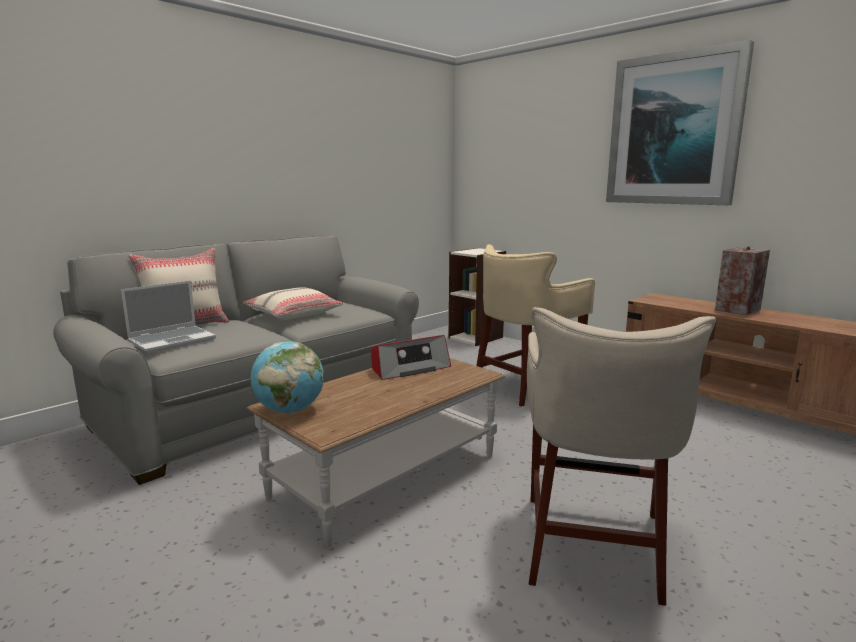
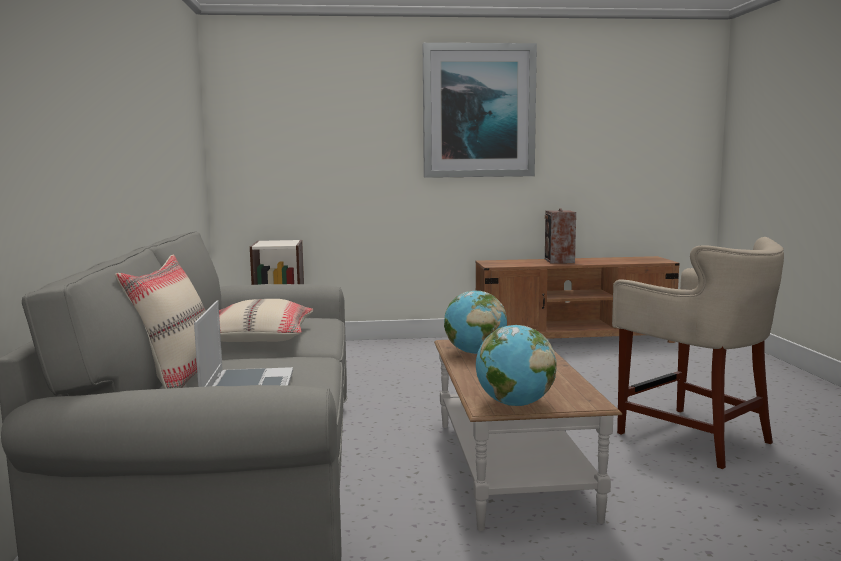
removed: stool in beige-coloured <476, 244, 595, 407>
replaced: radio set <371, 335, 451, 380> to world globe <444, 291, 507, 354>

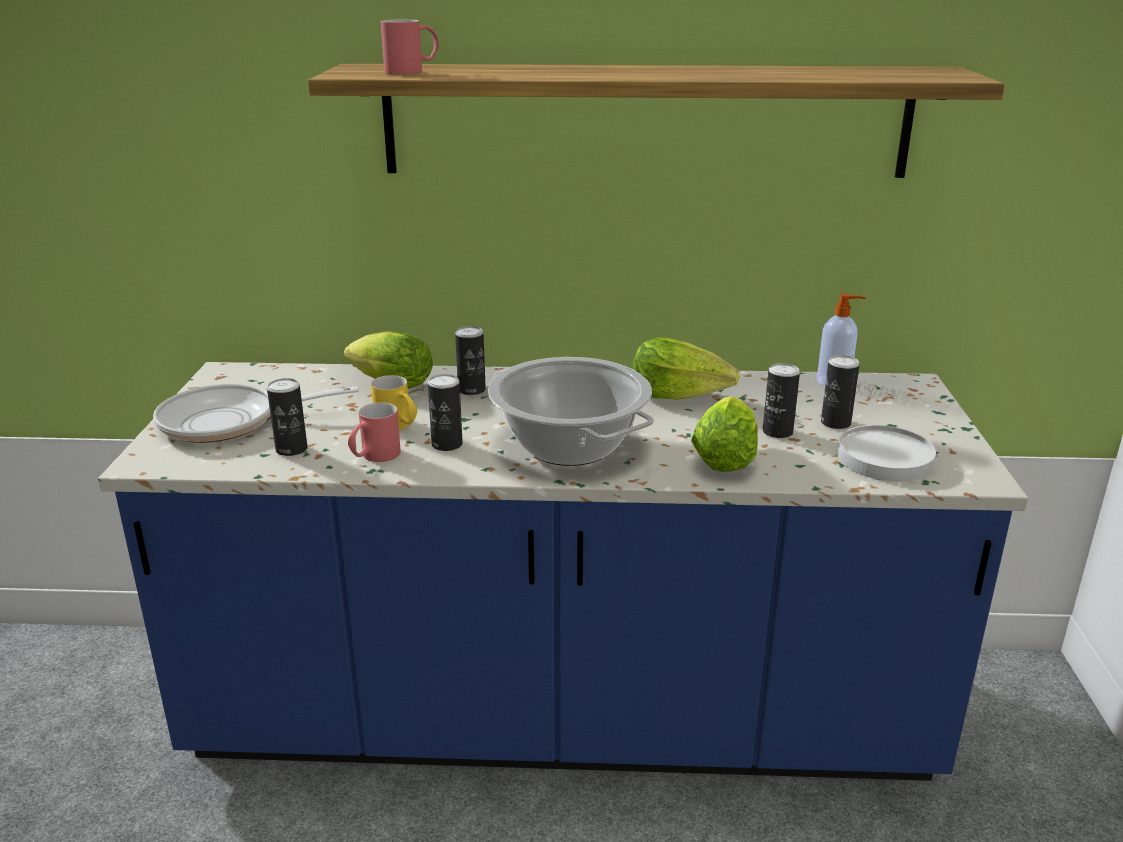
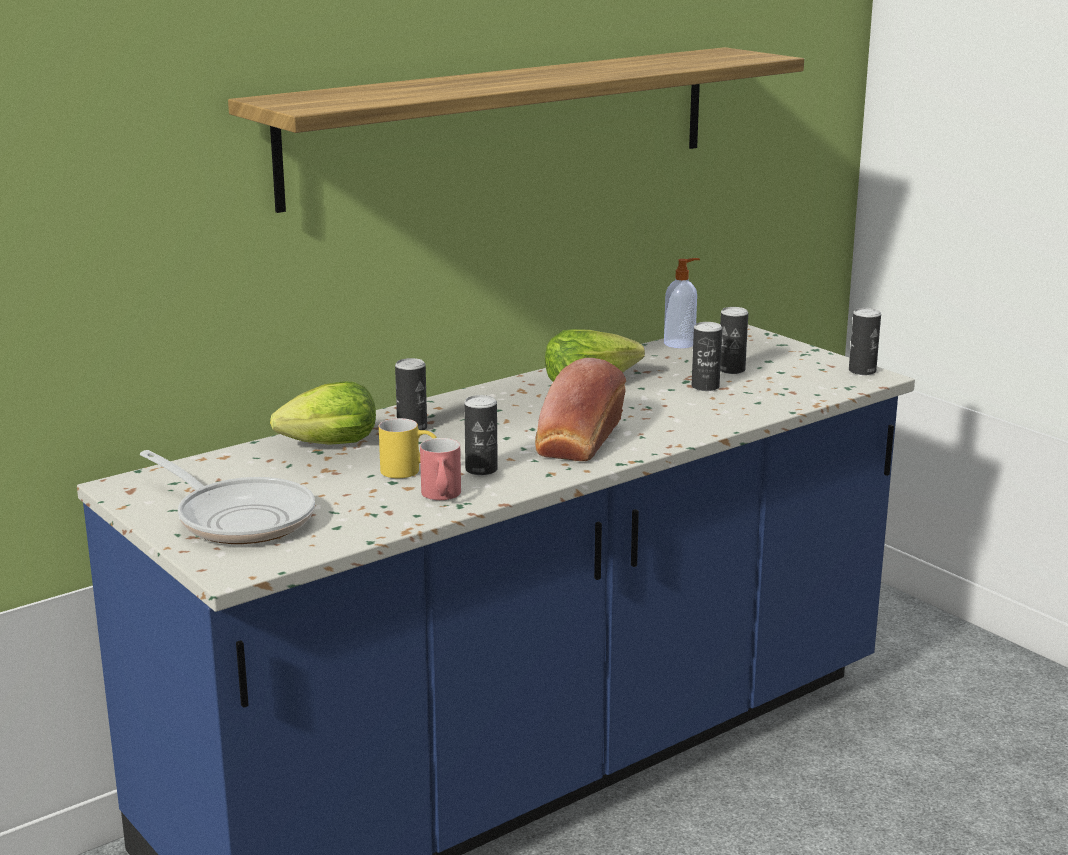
removed: tea mug in red <381, 19, 439, 75>; head of lettuce <691, 396, 758, 472>; dinner plate in white <837, 425, 936, 481>
moved: metal can <267, 378, 307, 456> to <849, 308, 881, 375>
replaced: saucepot <488, 357, 654, 466> to baked bread <535, 358, 626, 461>
turned: pan <153, 384, 359, 443> = <140, 450, 315, 544> 90 degrees counterclockwise

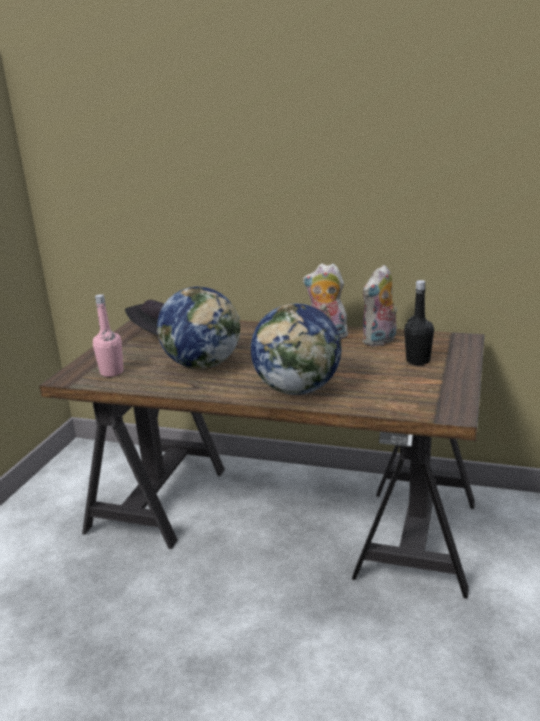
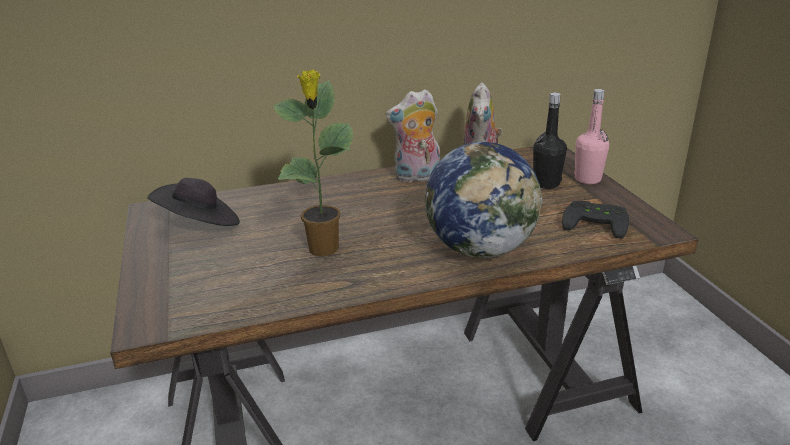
added: game controller in black-coloured <562, 201, 629, 239>
moved: bottle in pinkish <93, 294, 123, 377> to <574, 89, 609, 184>
replaced: world globe <157, 287, 240, 369> to plant in a pot <273, 70, 354, 257>

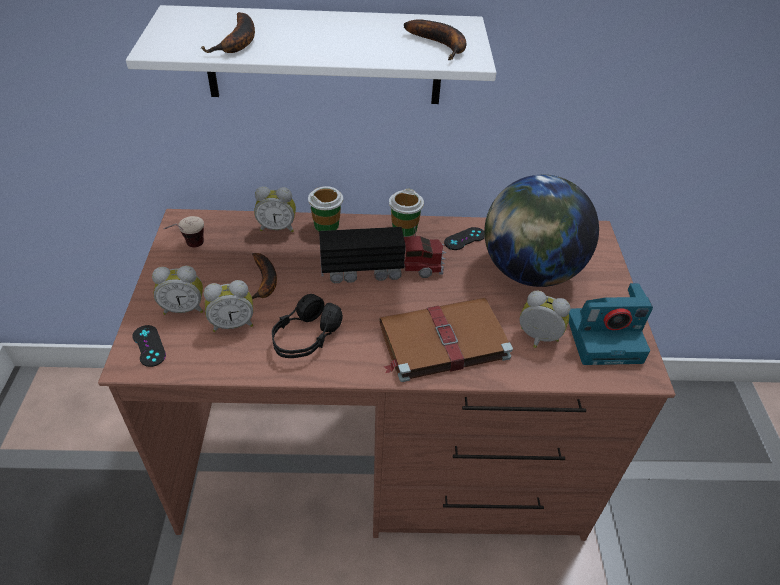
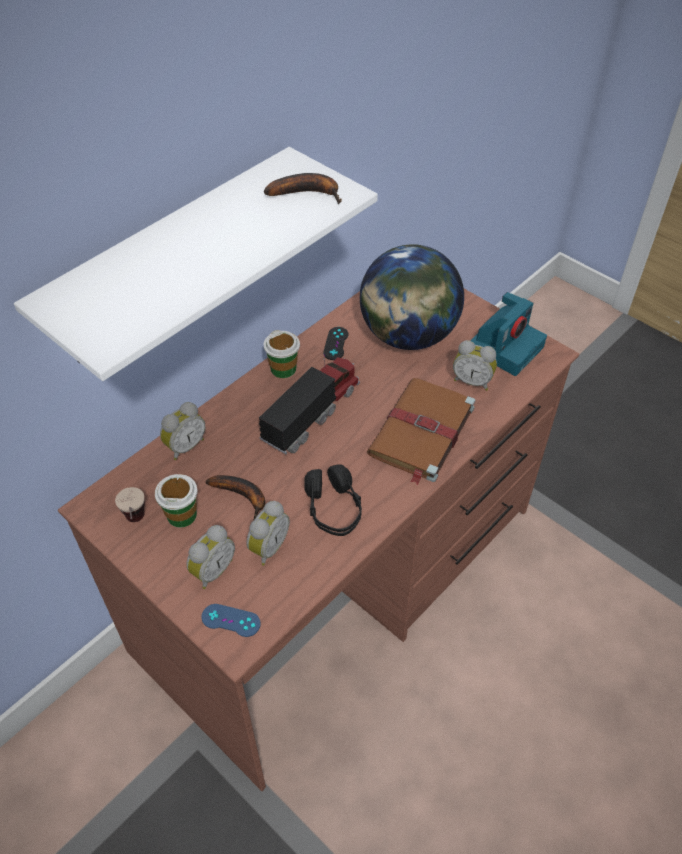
removed: banana fruit <201, 12, 255, 53>
moved: drinking cup <308, 186, 343, 231> to <155, 474, 197, 528>
recoloured: game controller in black-coloured <132, 325, 166, 367> to game controller in blue <202, 604, 261, 637>
turned: table clock <519, 291, 570, 348> = <453, 340, 497, 391> 135 degrees counterclockwise

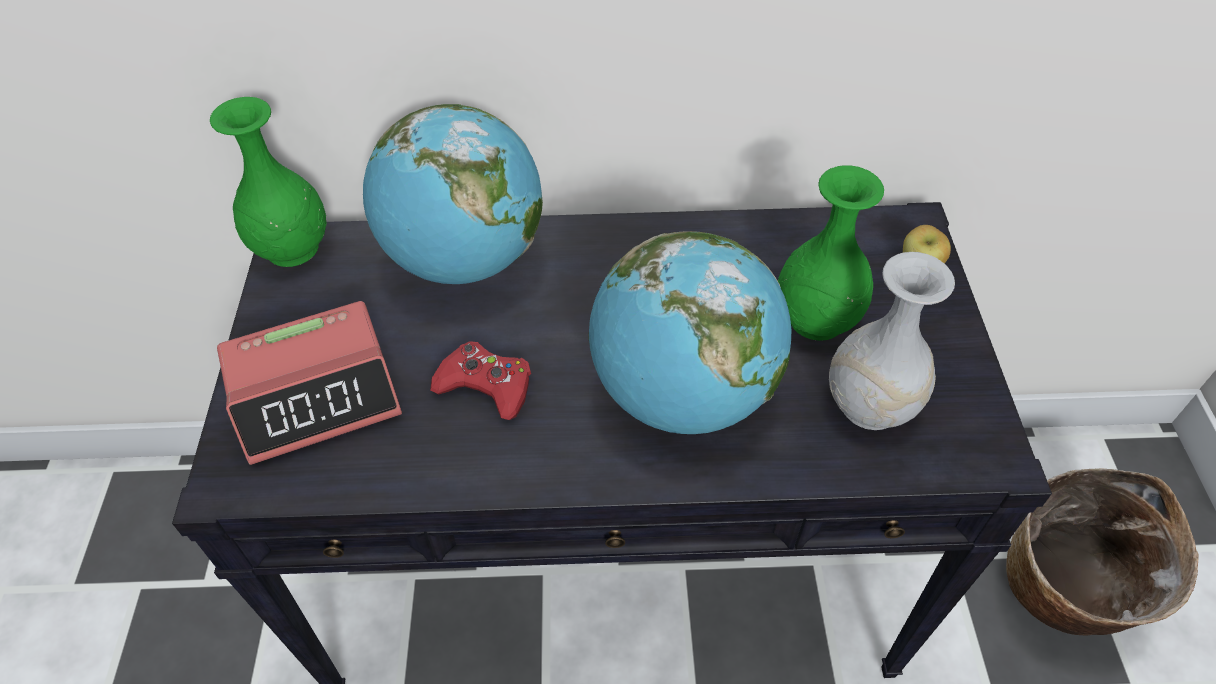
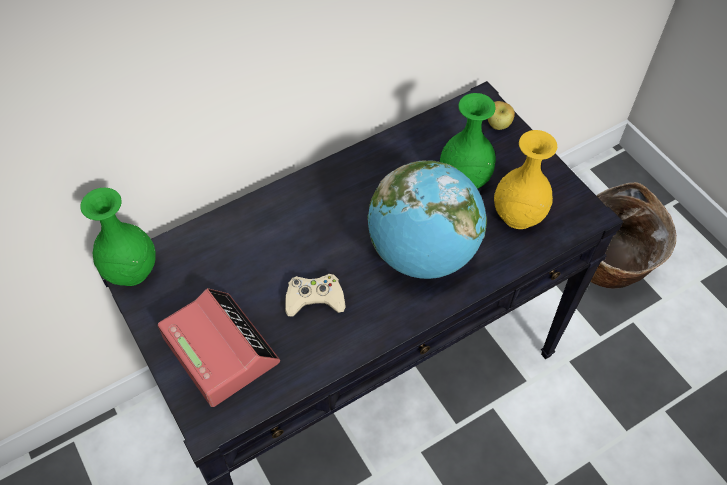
removed: world globe <363, 104, 543, 284>
recoloured: game controller in red <430, 341, 531, 420> to game controller in beige-coloured <285, 274, 346, 316>; decorative vase in white <829, 252, 955, 430> to decorative vase in yellowish <494, 130, 557, 229>
turned: table clock <217, 301, 402, 465> = <158, 288, 280, 407> 75 degrees counterclockwise

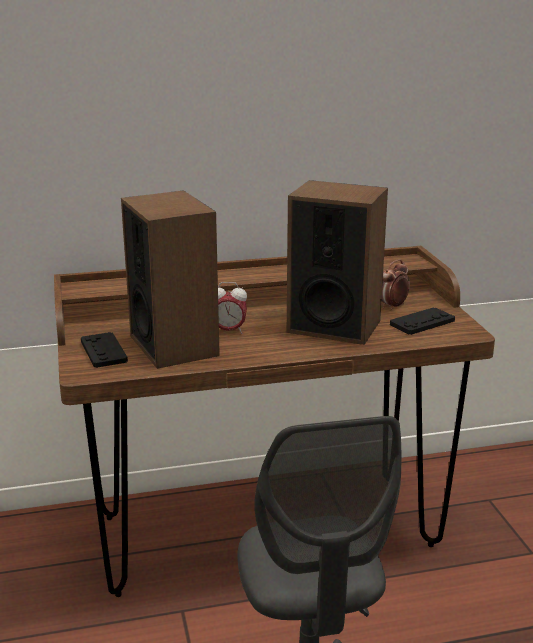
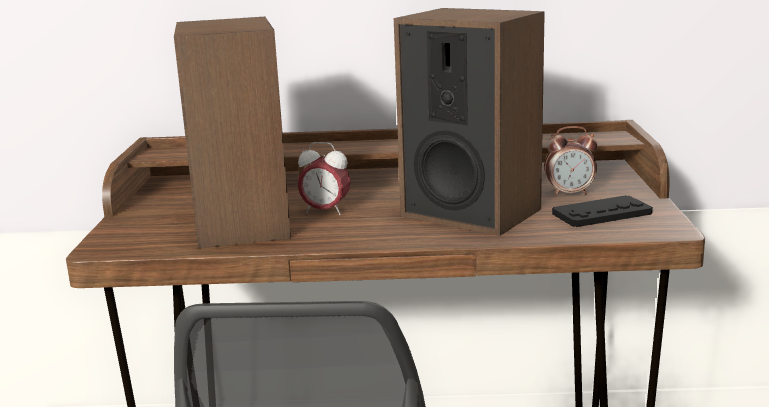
removed: game controller in black-coloured <81, 332, 128, 368>
turned: table clock <382, 259, 410, 310> = <544, 126, 597, 196> 150 degrees counterclockwise

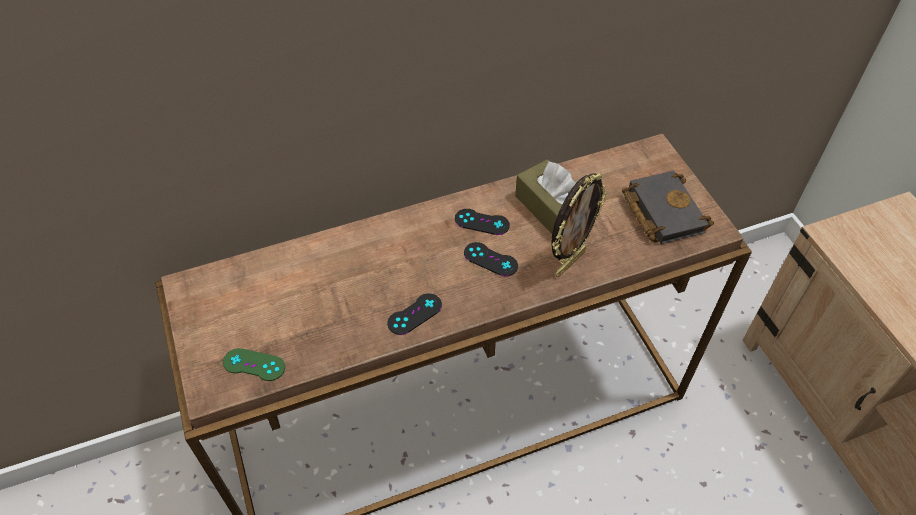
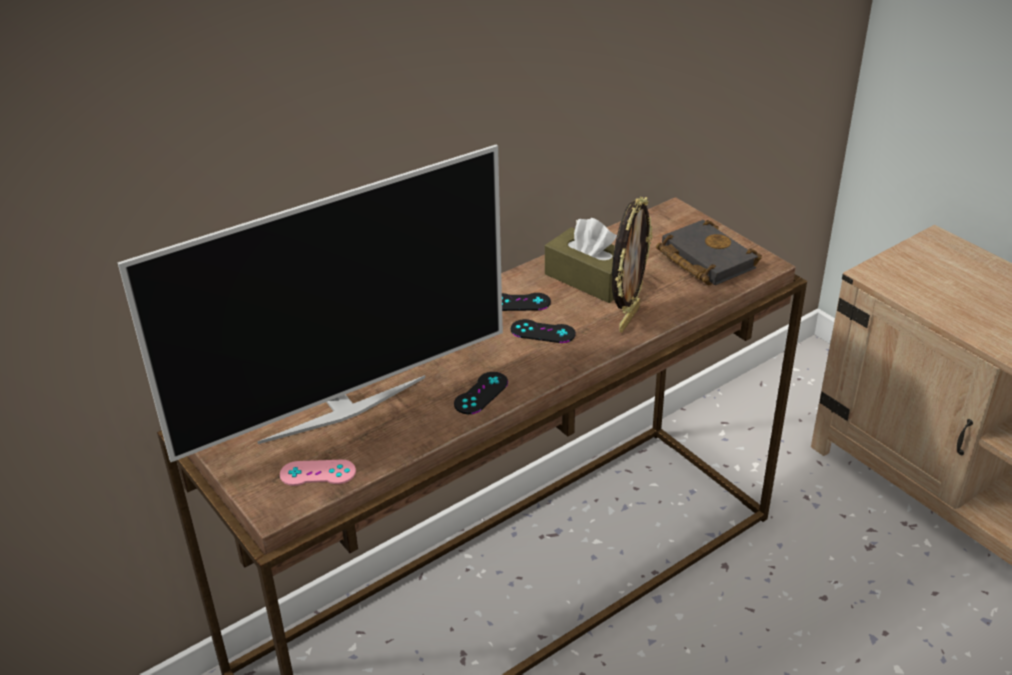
added: TV set <117, 145, 503, 462>
recoloured: game controller in green-coloured <223, 348, 285, 381> to game controller in pinkish <280, 460, 356, 486>

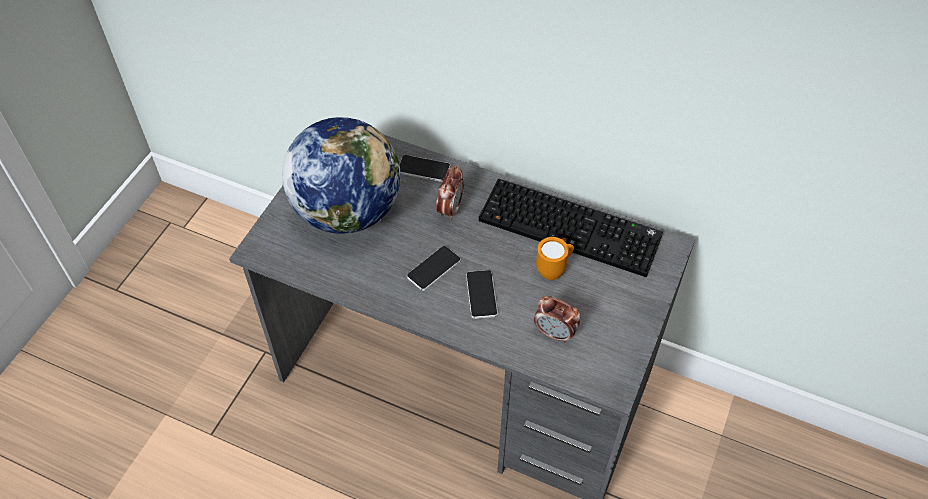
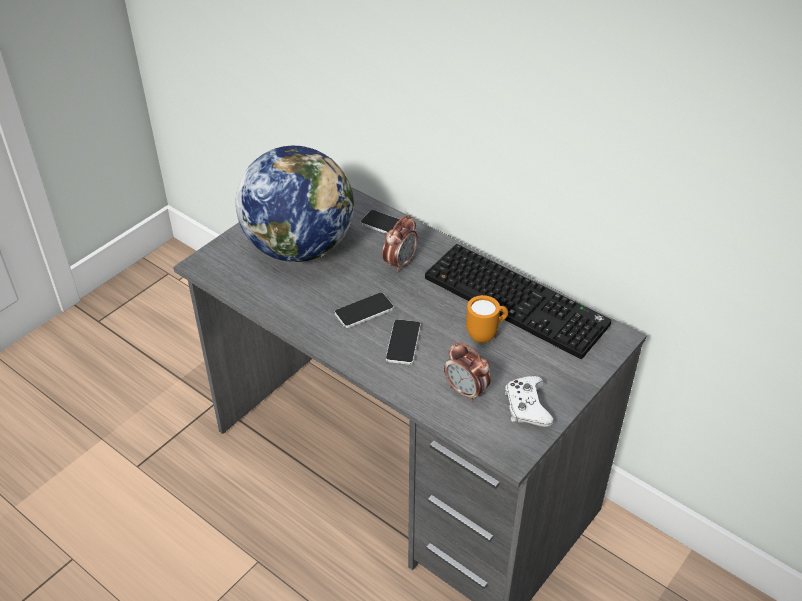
added: game controller in white <505, 376, 554, 427>

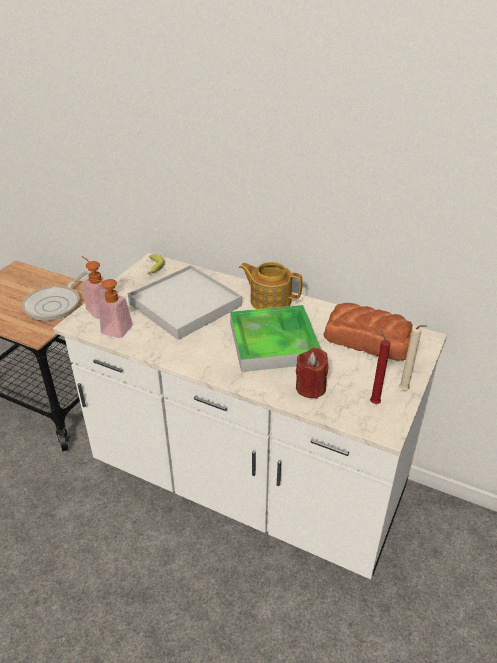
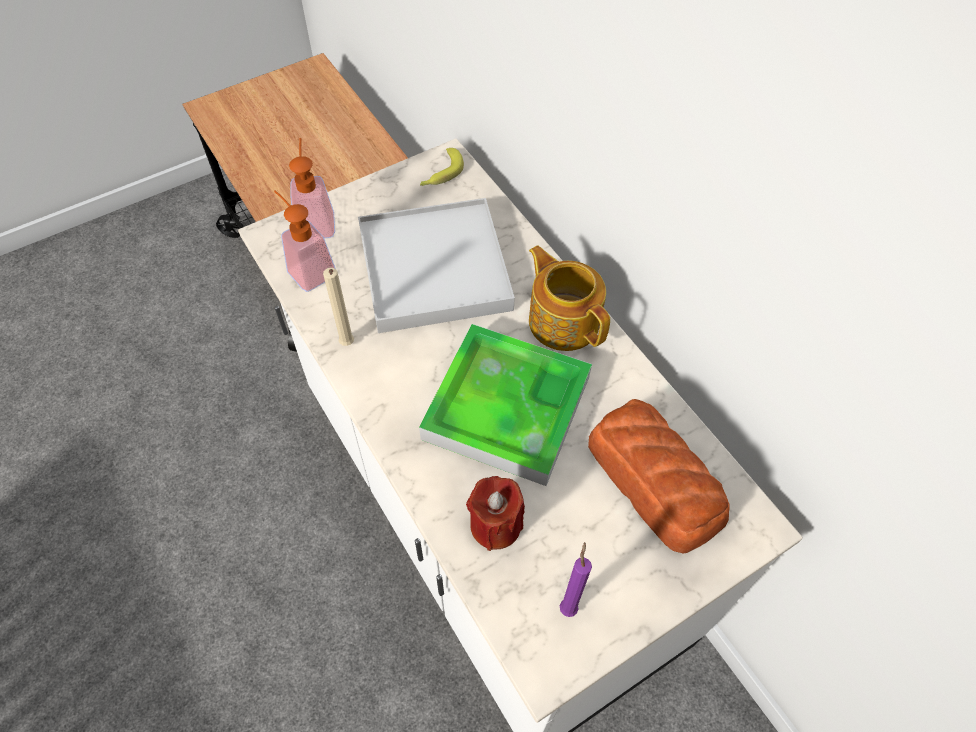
removed: pan <21, 271, 87, 321>
moved: wax candle in beige-coloured <399, 325, 427, 390> to <323, 268, 354, 346>
recoloured: wax candle in red <370, 330, 391, 404> to wax candle in purple-coloured <560, 542, 592, 617>

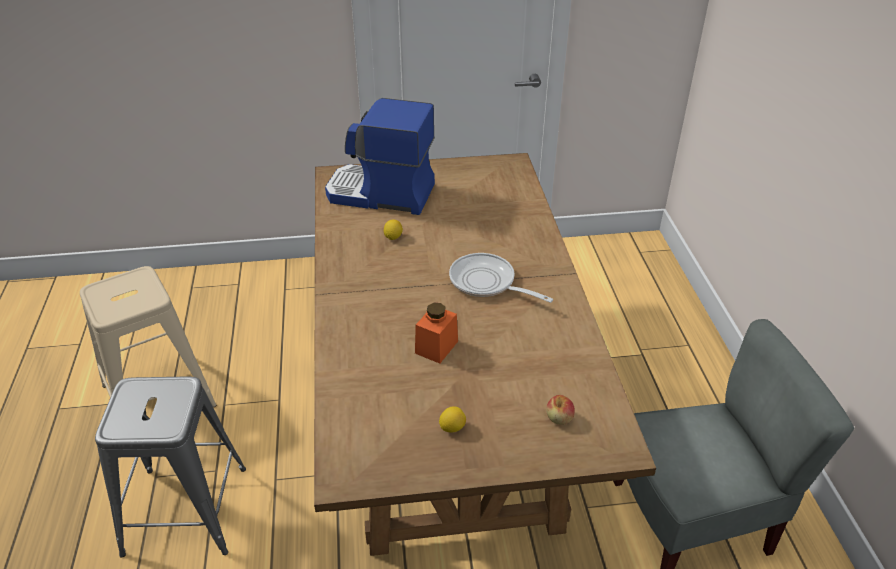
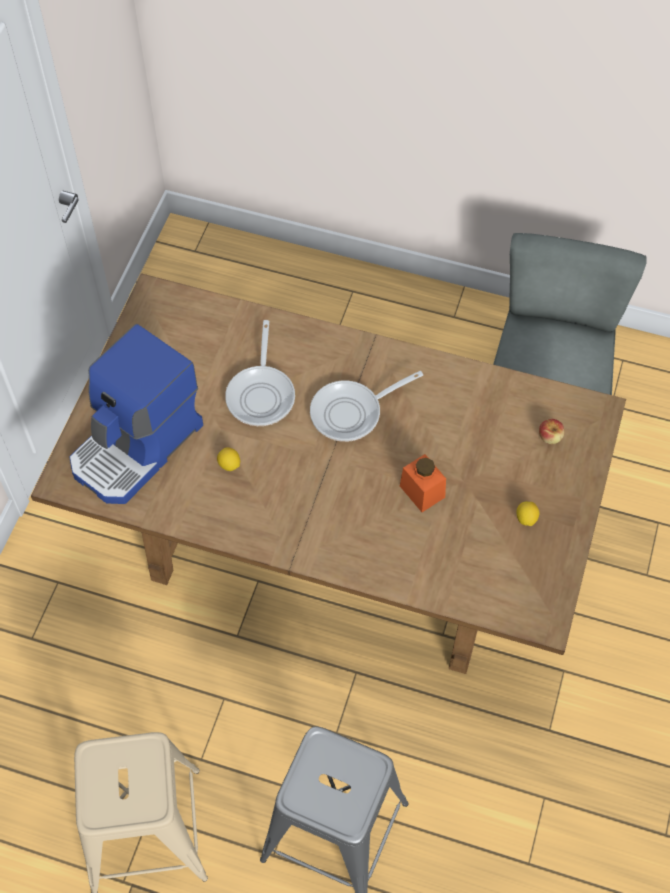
added: pan <225, 320, 295, 426>

